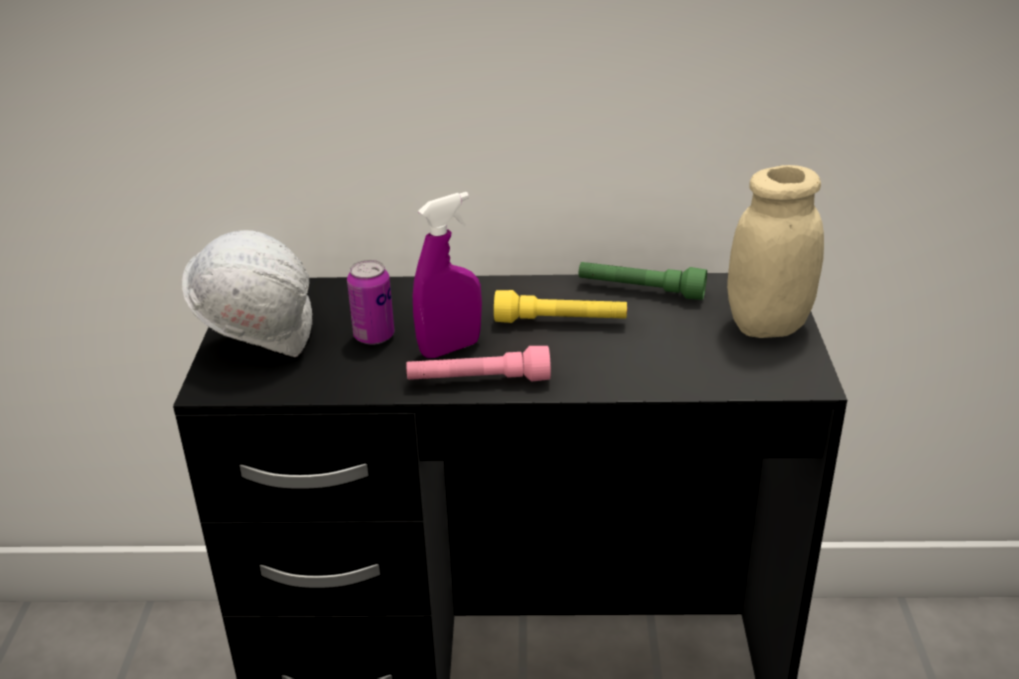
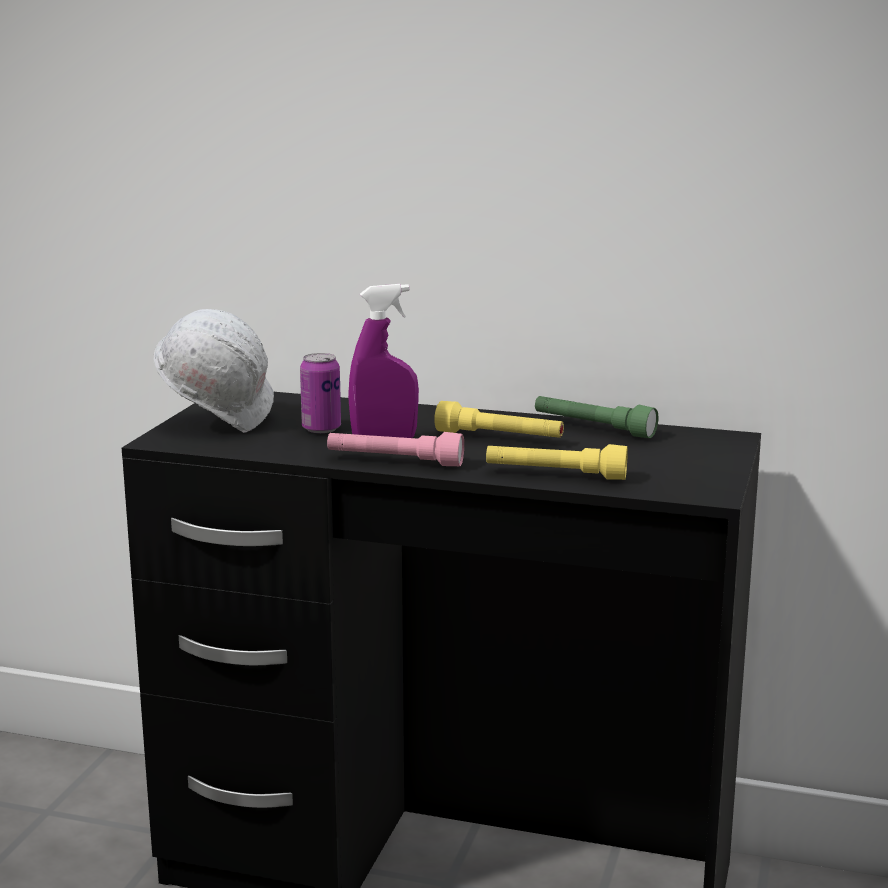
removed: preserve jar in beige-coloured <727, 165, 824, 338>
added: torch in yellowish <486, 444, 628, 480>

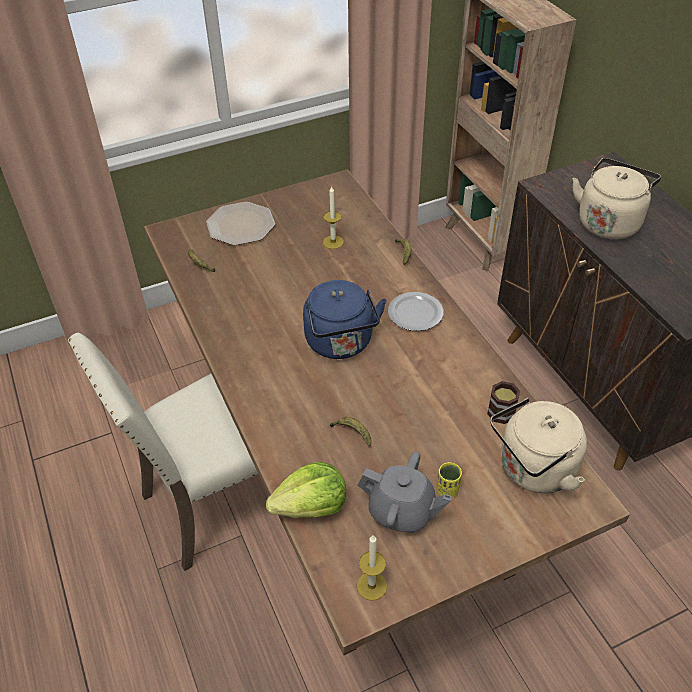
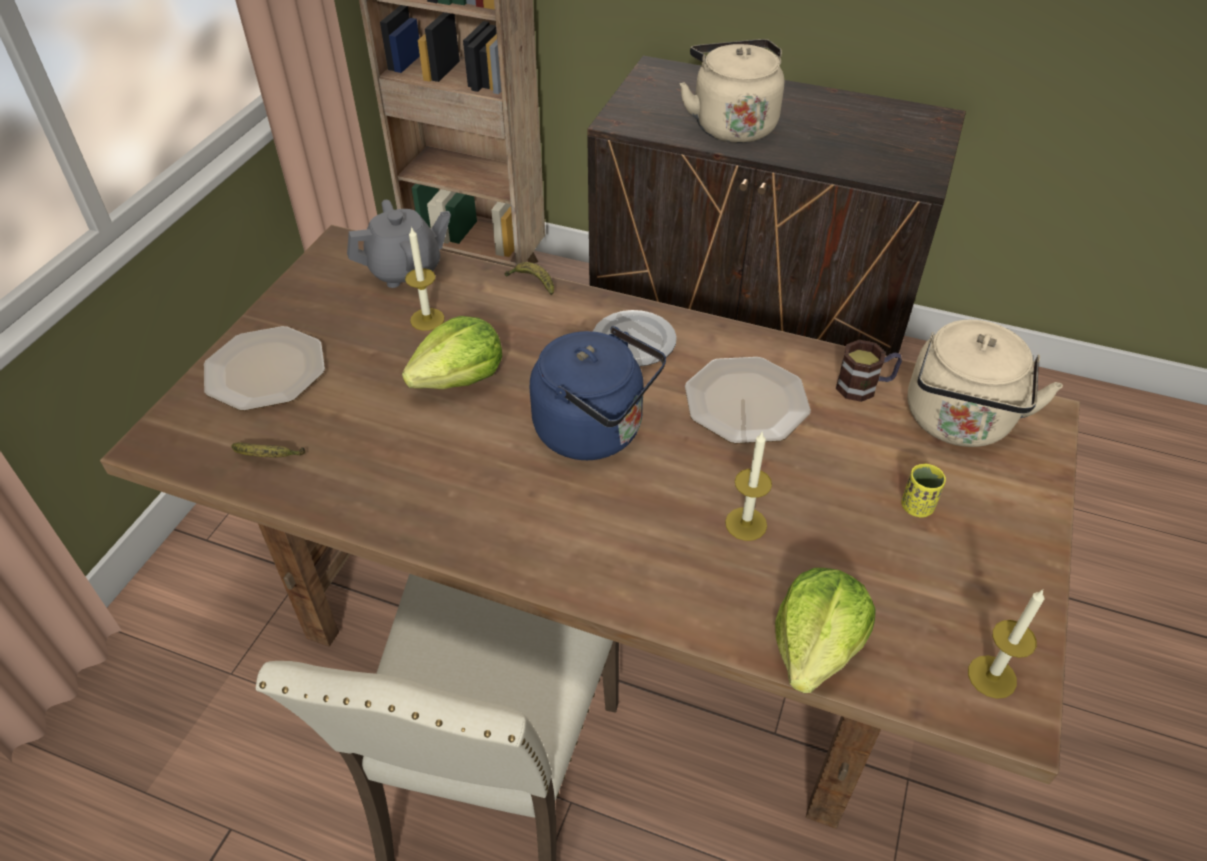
added: head of lettuce <402, 316, 502, 389>; dinner plate <685, 357, 811, 444>
moved: pot for tea in gray <358, 451, 452, 533> to <347, 200, 451, 288>
replaced: banana fruit <330, 417, 372, 447> to wax candle <725, 432, 772, 541>

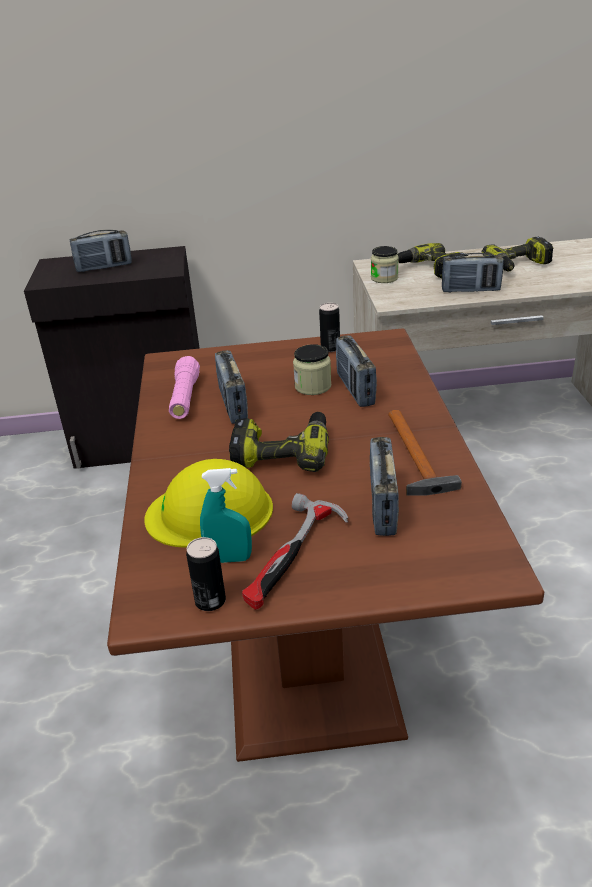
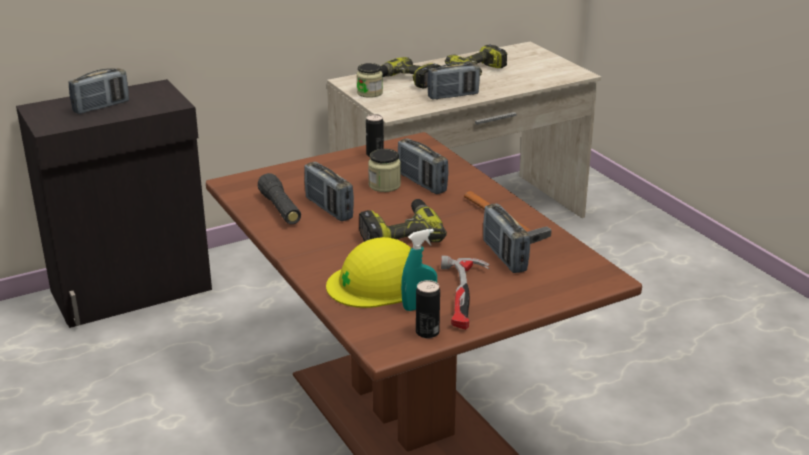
recoloured: torch in pinkish <169, 356, 200, 419> to torch in black-coloured <258, 173, 301, 224>

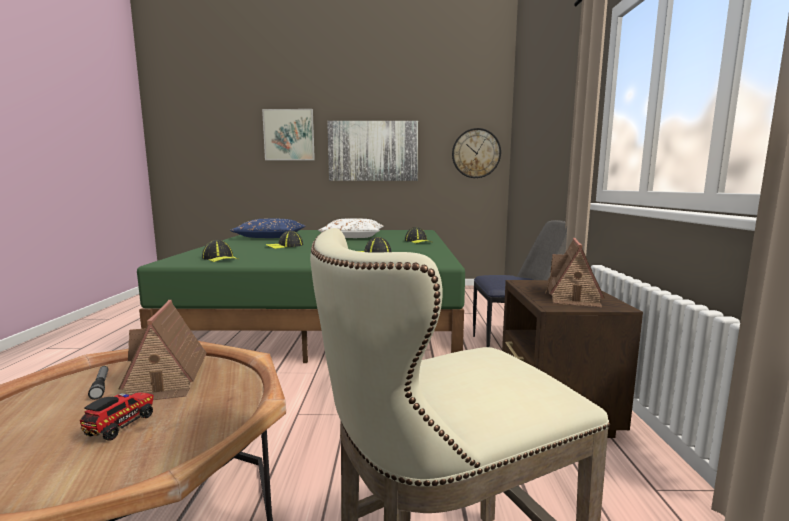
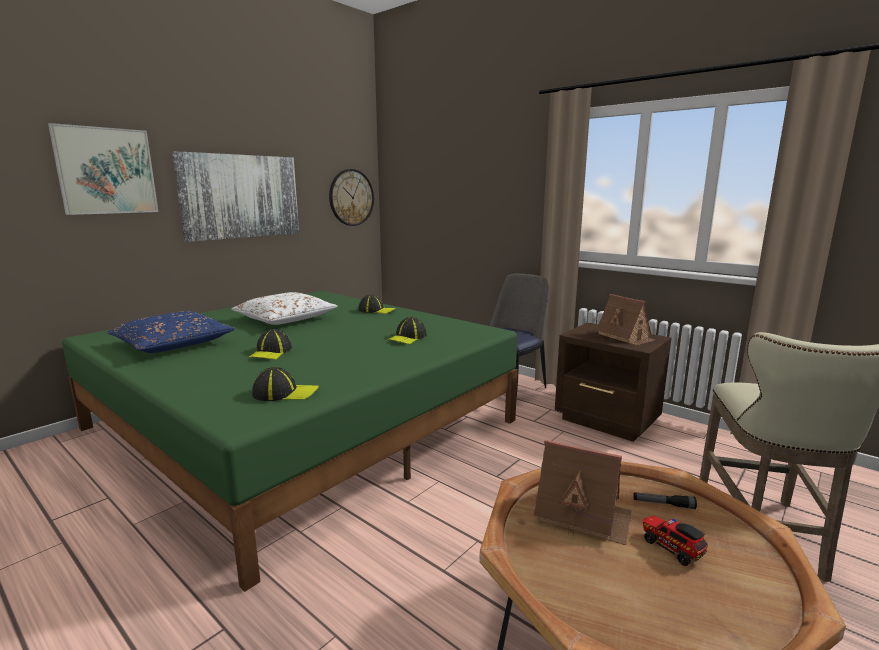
moved: torch <88, 366, 108, 400> to <633, 492, 697, 509>

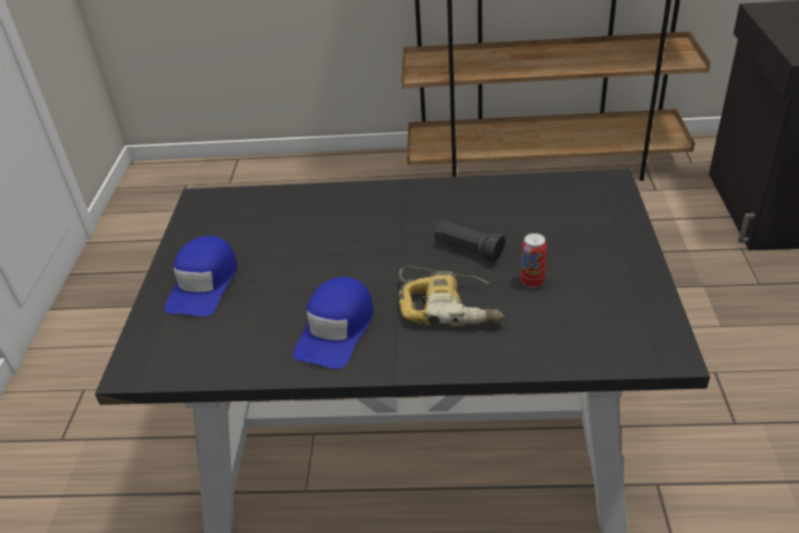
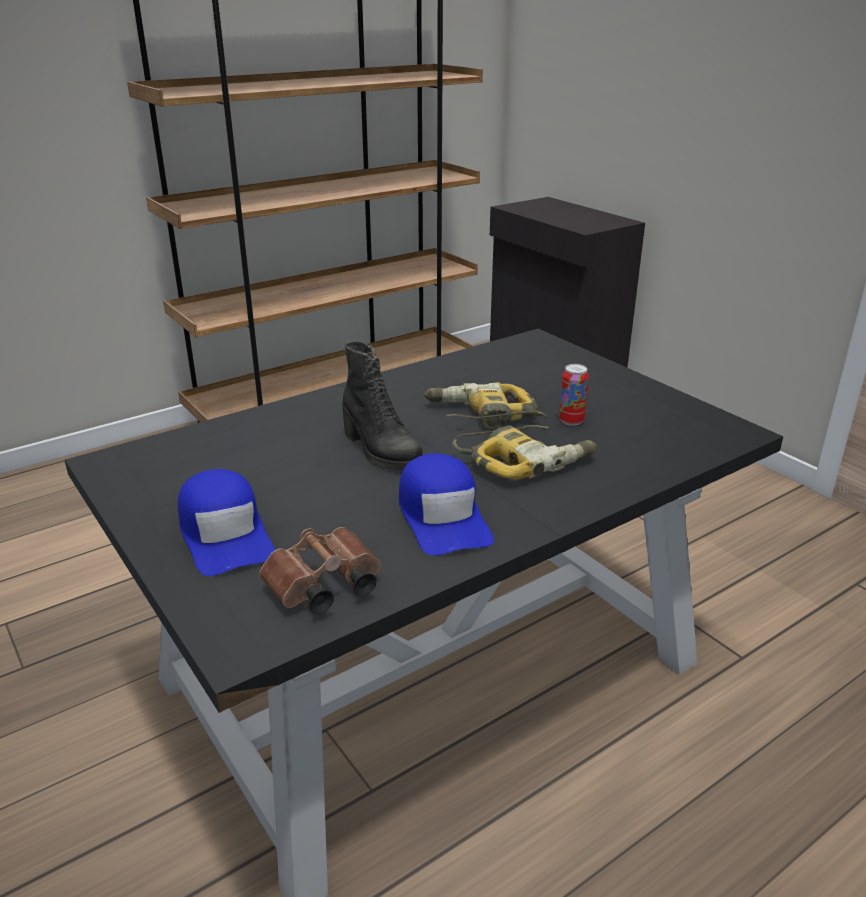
added: pair of binoculars in brownish <259, 527, 381, 614>; boot in black-coloured <342, 341, 424, 470>
replaced: torch in black-coloured <435, 220, 506, 263> to power drill <424, 382, 548, 429>

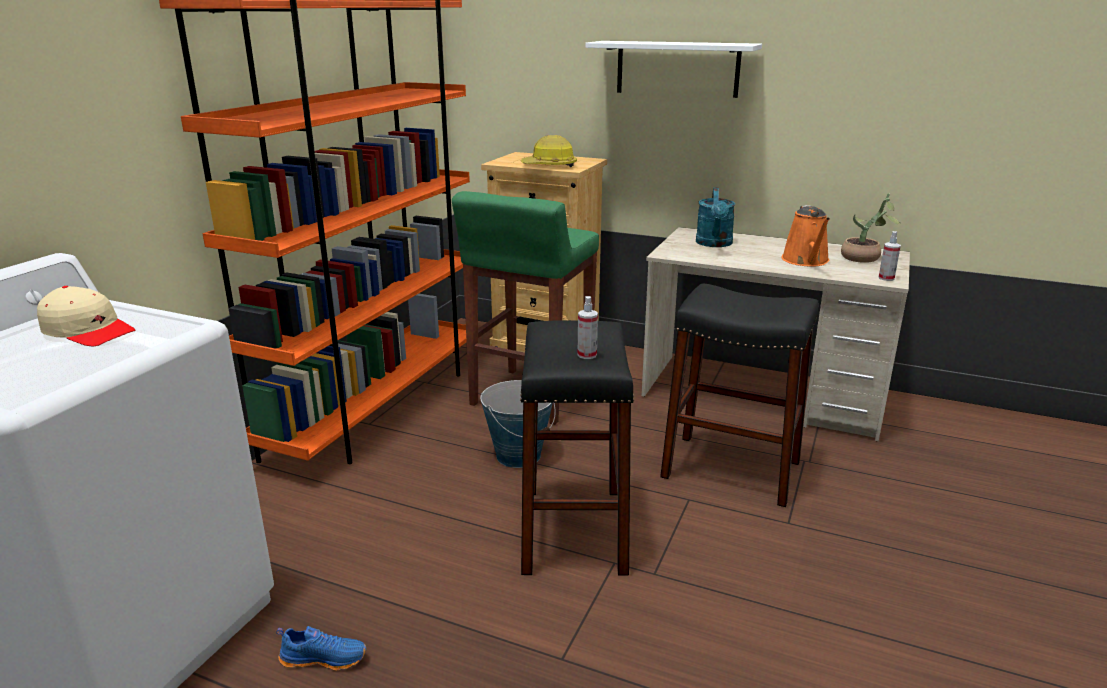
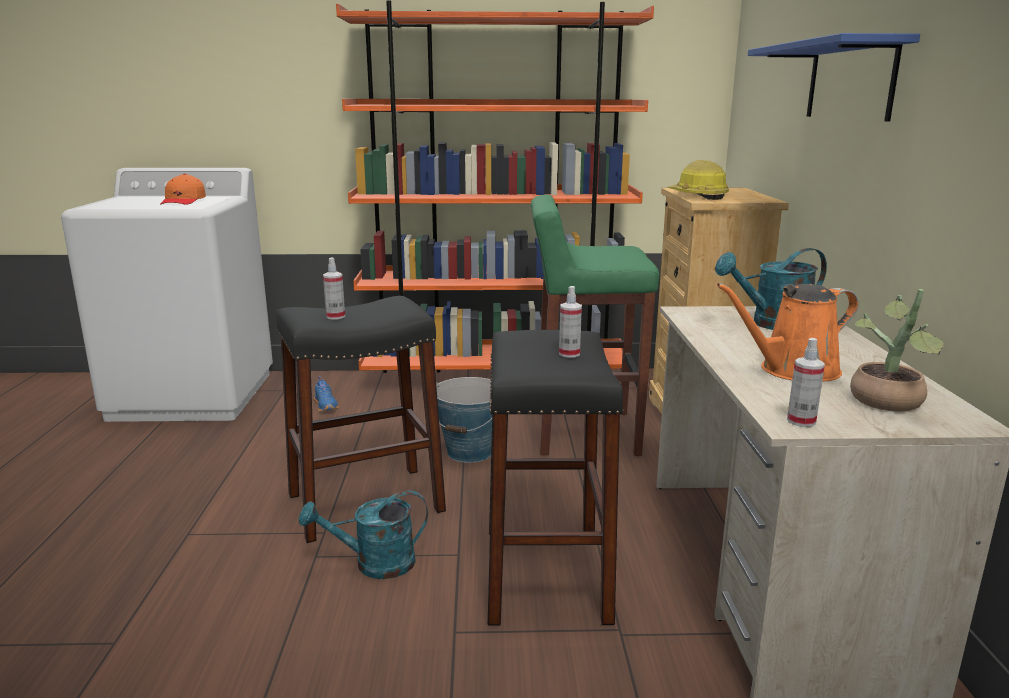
added: watering can in turquoise <299, 491, 428, 579>; sprayer <559, 286, 582, 358>
moved: low shoe in blue <276, 626, 367, 671> to <314, 376, 338, 412>
recoloured: baseball cap in beige-coloured <37, 286, 135, 346> to baseball cap in orange-coloured <160, 174, 206, 205>; wall shelf in white <585, 41, 762, 98> to wall shelf in blue <748, 33, 920, 122>

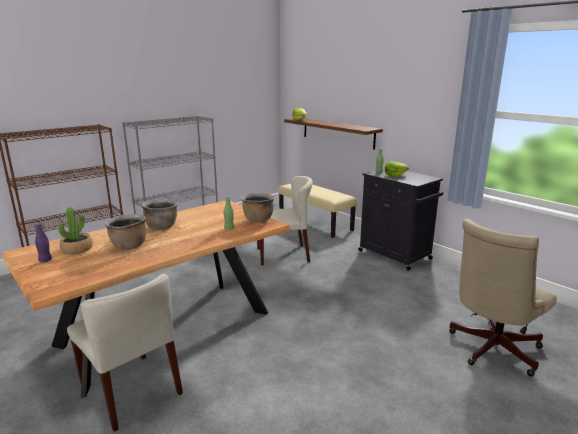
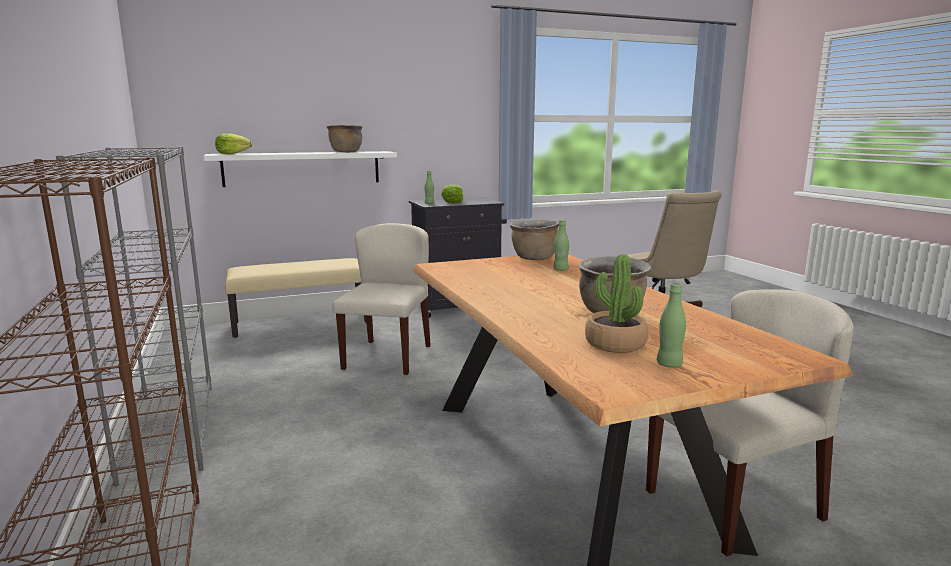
moved: saucepot in brownish <141, 199, 178, 230> to <327, 125, 362, 152>
recoloured: wall shelf in brownish <284, 118, 383, 150> to wall shelf in white <204, 151, 397, 187>; bottle in purple-coloured <35, 223, 52, 262> to bottle in green-coloured <657, 283, 686, 368>

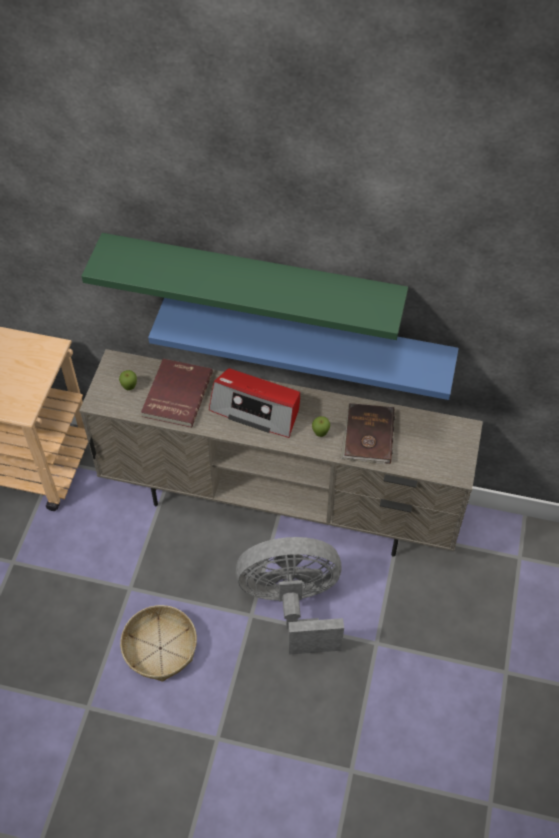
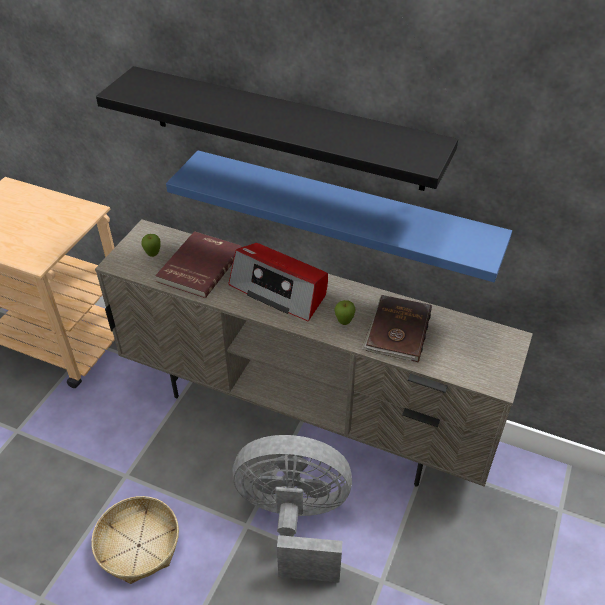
recoloured: wall shelf in green-coloured <82, 233, 408, 340> to wall shelf in black-coloured <96, 66, 458, 191>

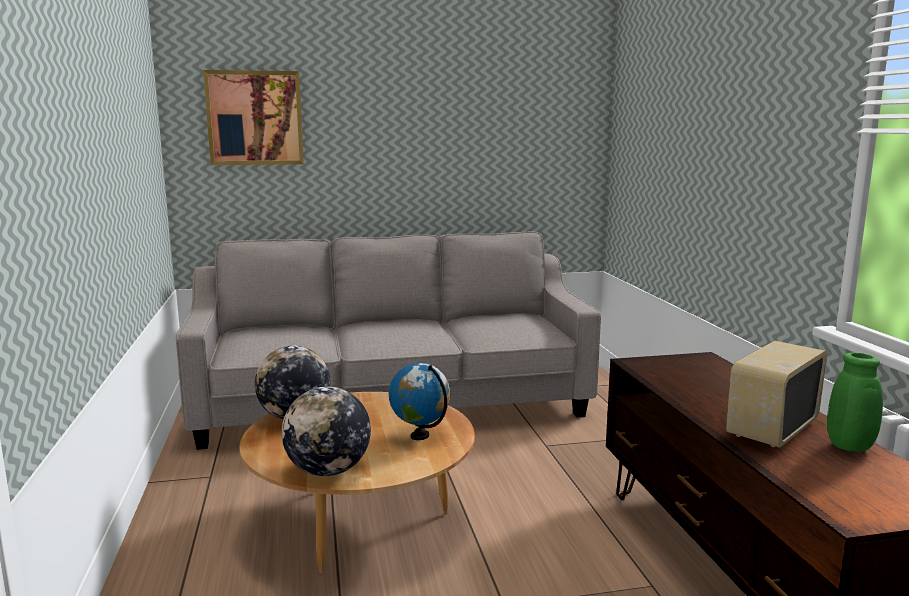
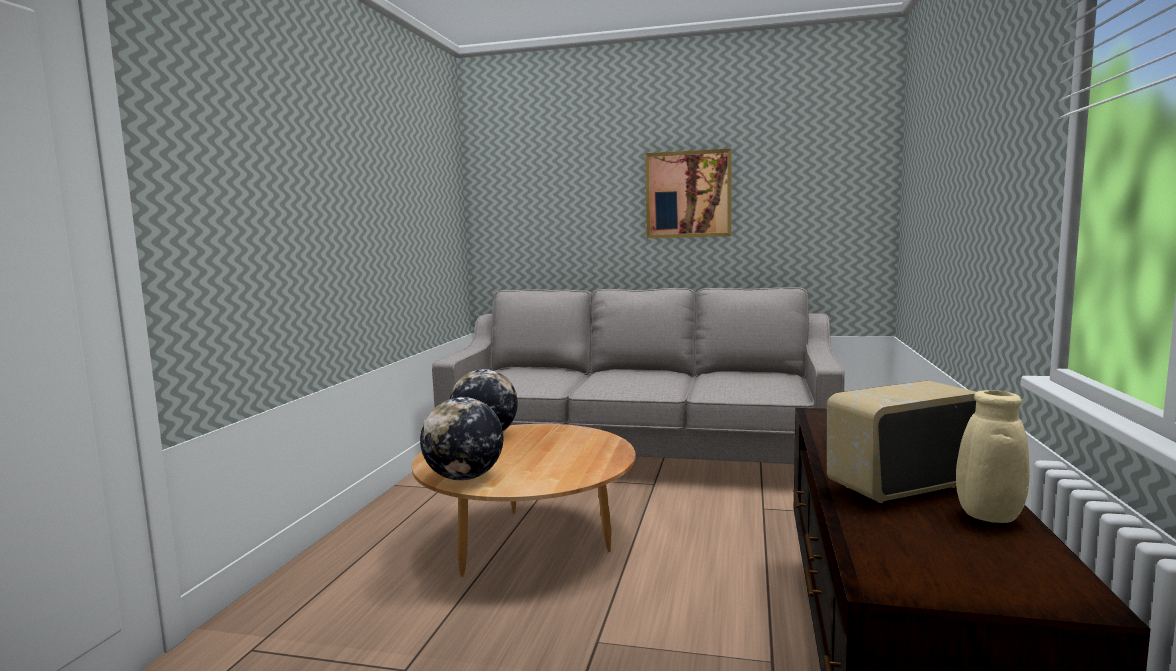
removed: world globe <389, 363, 450, 440>
moved: wall picture <203, 70, 304, 165> to <645, 149, 732, 238>
recoloured: decorative vase in green-coloured <827, 353, 883, 452> to decorative vase in beige-coloured <956, 390, 1030, 523>

